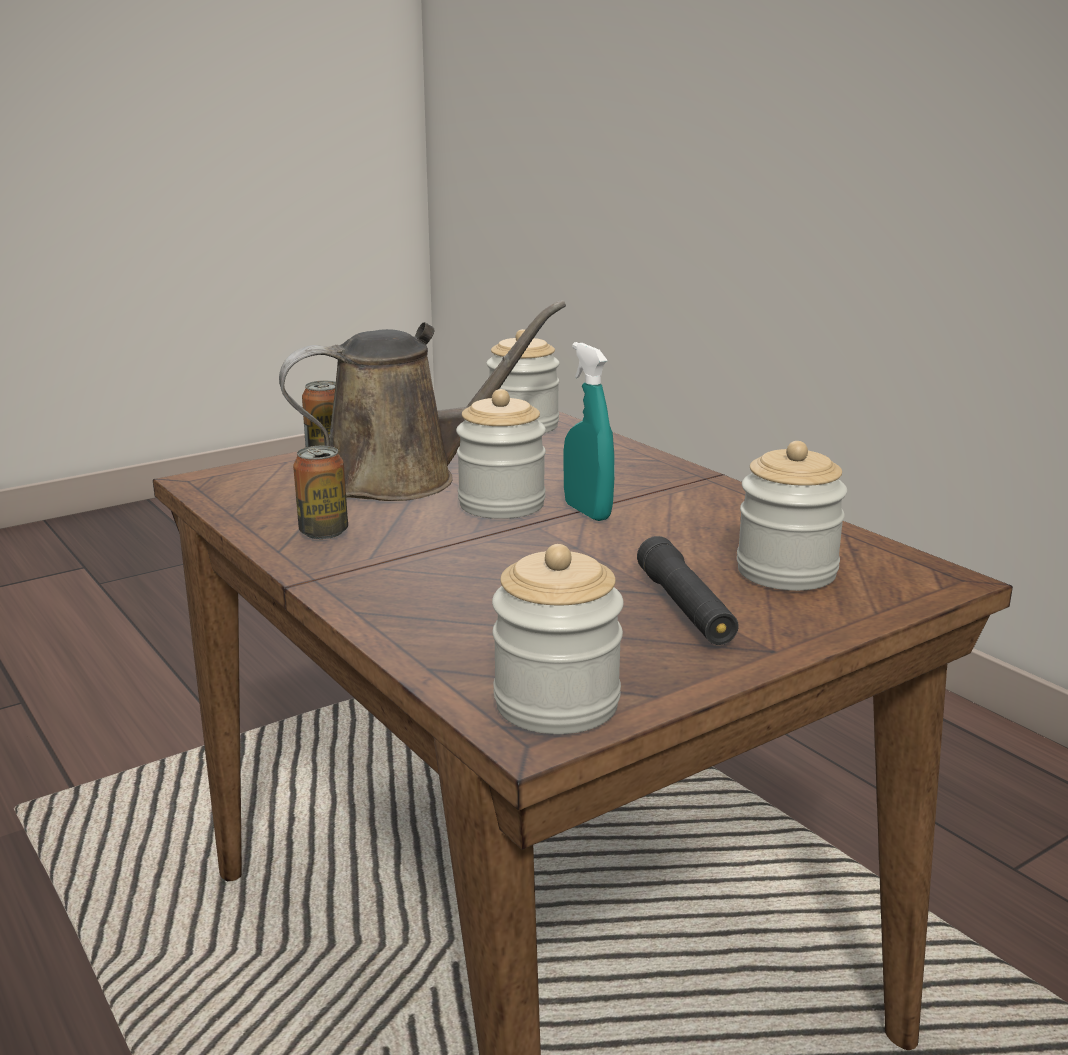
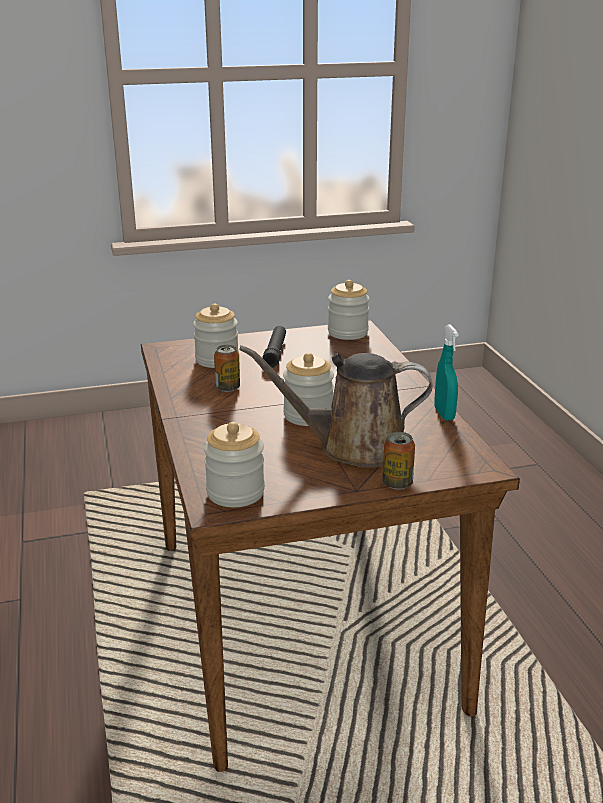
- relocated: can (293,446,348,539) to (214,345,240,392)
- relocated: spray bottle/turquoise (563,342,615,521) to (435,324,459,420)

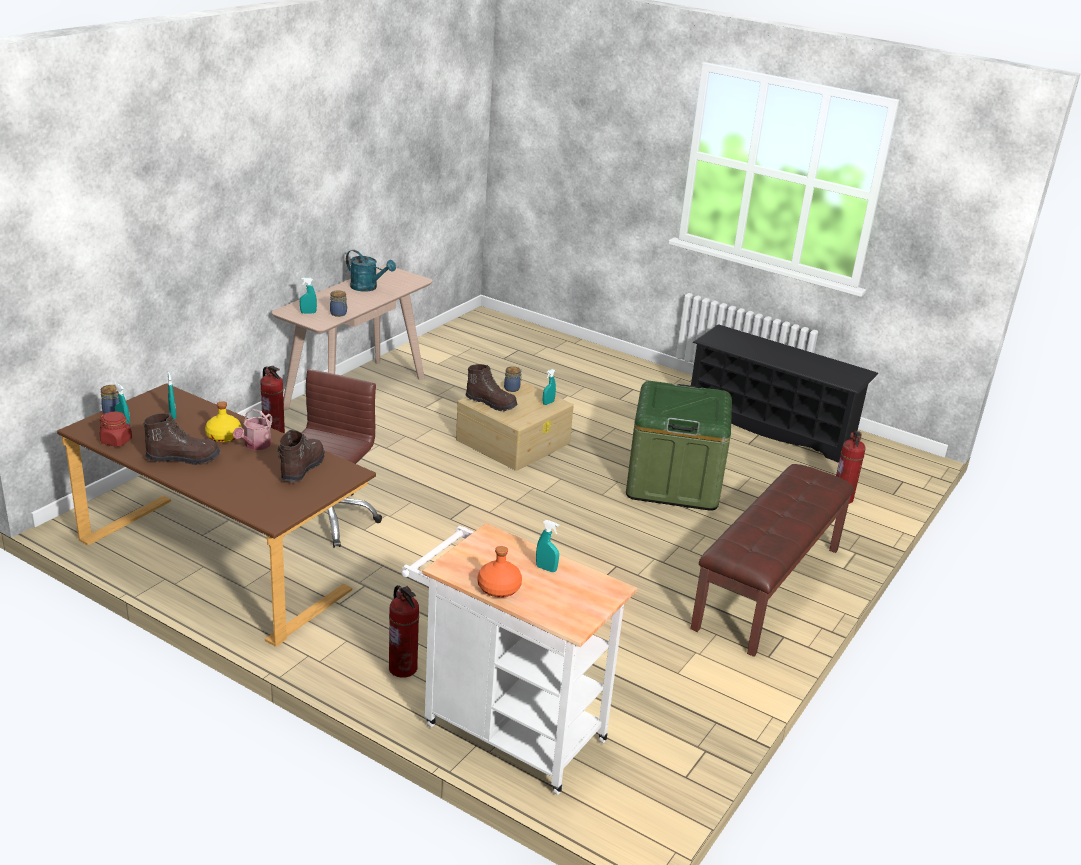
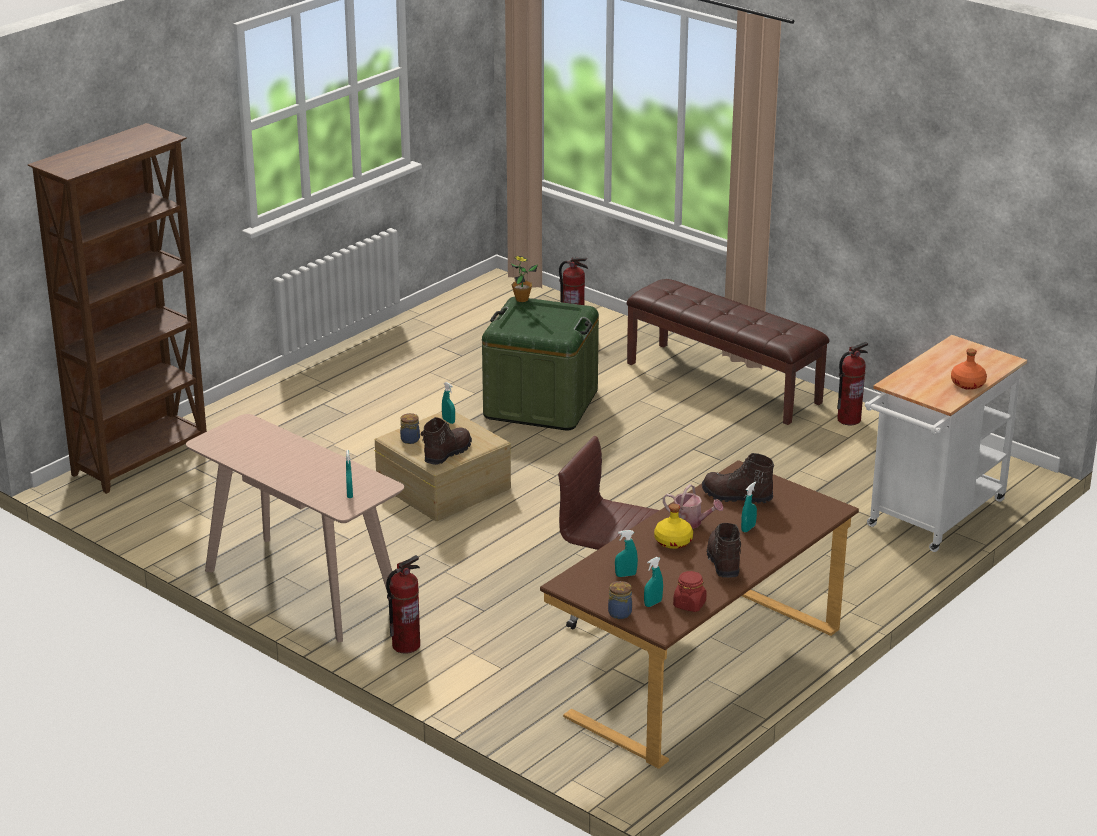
- appeared: bookshelf/brown-coloured (28,123,207,494)
- appeared: houseplant (511,256,538,302)
- relocated: spray bottle/turquoise (536,520,559,572) to (741,482,757,532)
- relocated: extinguisher (389,585,419,678) to (837,342,868,425)
- missing: jar (330,290,347,317)
- missing: watering can/turquoise (346,250,396,291)
- missing: shoe rack/black-coloured (691,324,878,463)

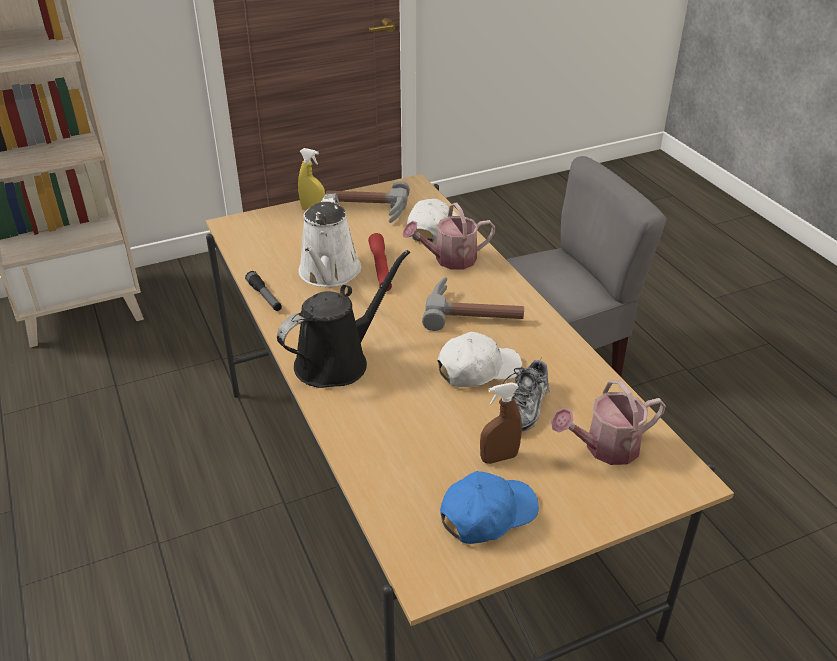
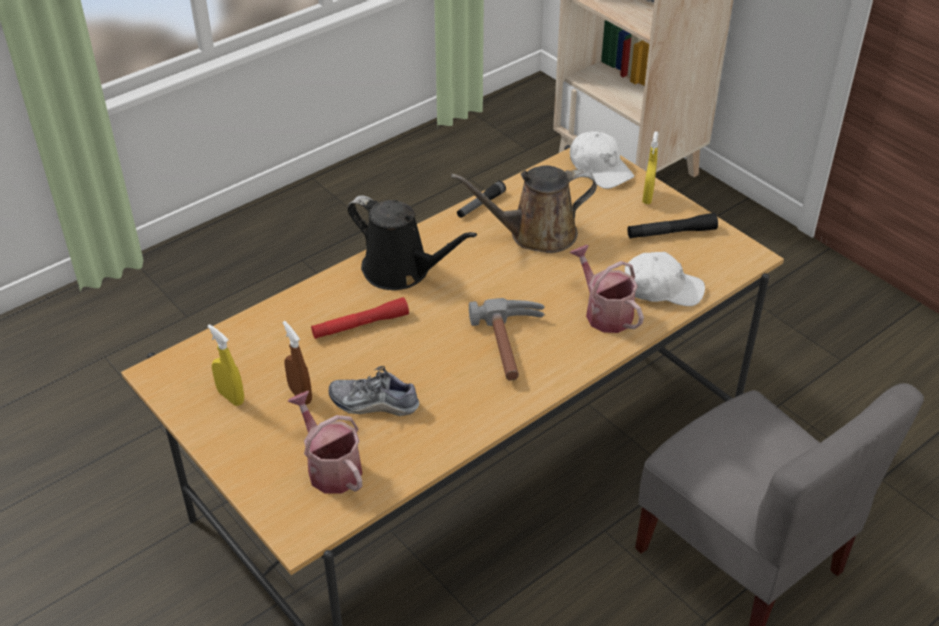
- exchanged: peaked cap/blue-coloured (440,471,539,544) to spray bottle/yellowish (207,324,244,406)
- relocated: torch/red-coloured (368,233,392,291) to (311,297,409,339)
- colour: watering can/white (298,194,361,287) to watering can/brown-coloured (451,165,597,253)
- relocated: peaked cap/white (437,331,522,387) to (570,131,634,189)
- exchanged: hand hammer (326,181,410,223) to torch/black-coloured (628,213,718,239)

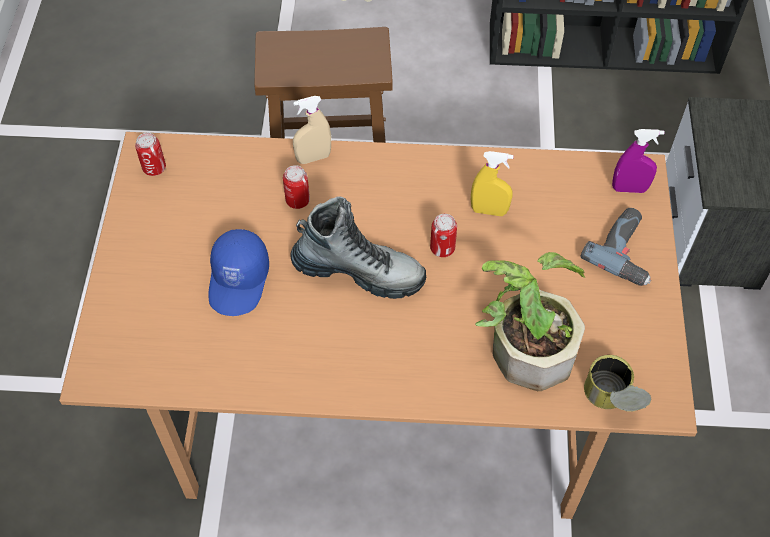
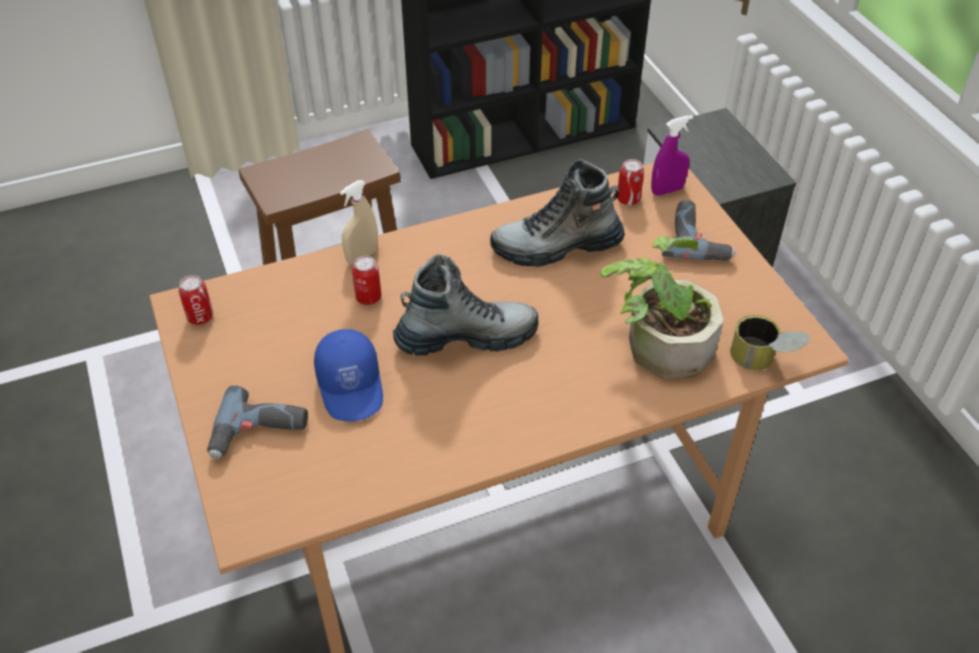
- appeared: drill (207,386,308,460)
- exchanged: spray bottle/yellowish (471,151,514,216) to boot (490,159,625,267)
- relocated: can (430,214,457,257) to (617,159,644,205)

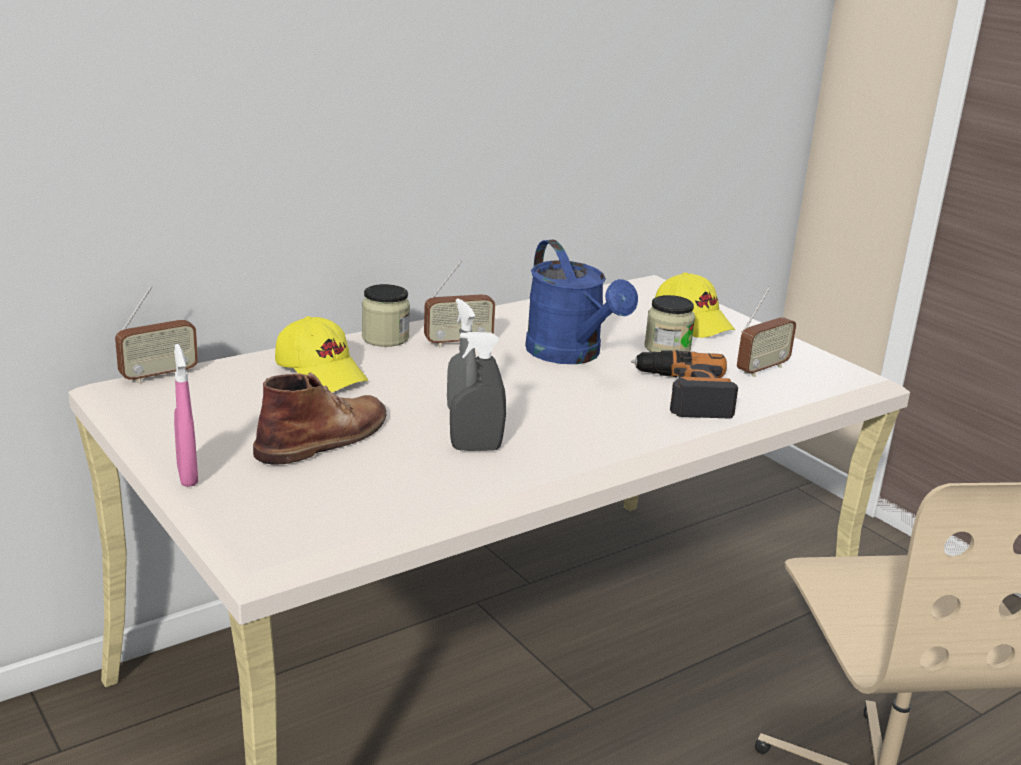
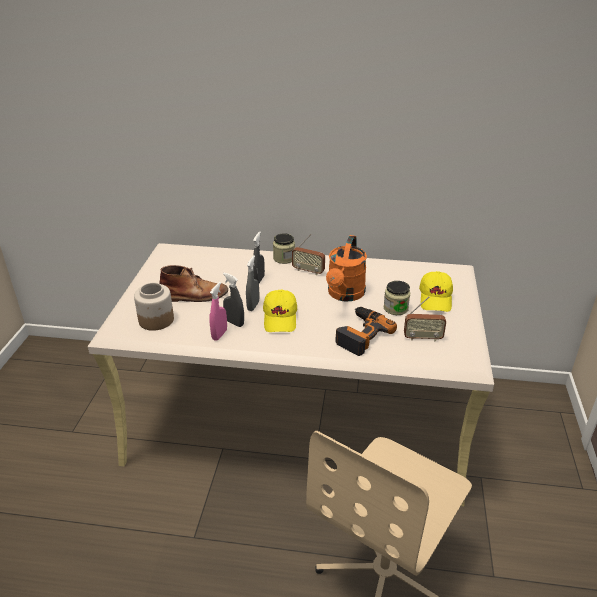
- appeared: jar (134,283,174,331)
- relocated: spray bottle/pink-coloured (174,344,198,487) to (210,282,227,341)
- appeared: spray bottle/greyish (253,231,265,283)
- relocated: peaked cap/yellowish (275,316,368,392) to (263,290,297,332)
- colour: watering can/blue-coloured (525,240,638,364) to watering can/orange-coloured (326,235,367,302)
- missing: radio set (115,285,198,384)

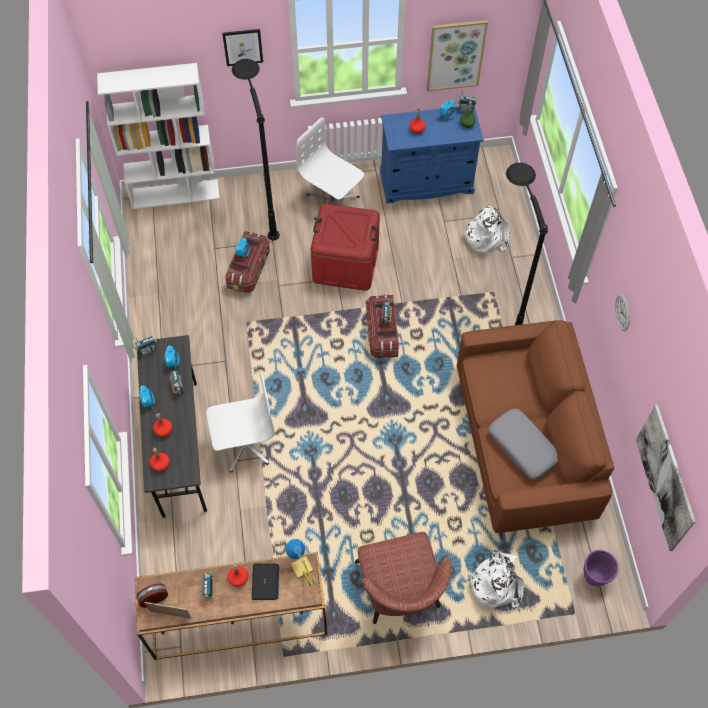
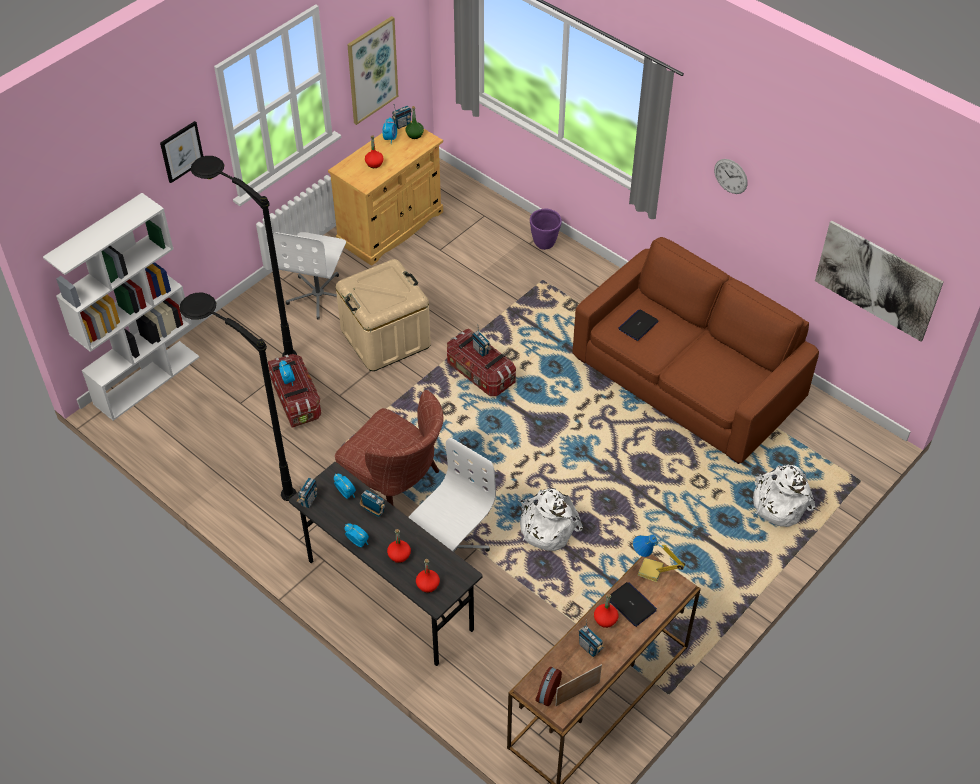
- relocated: floor lamp/black-coloured (506,163,548,325) to (179,293,297,501)
- spun: computer chair/white (296,117,364,220) = (273,232,346,320) 75 degrees counterclockwise
- colour: cabinet/blue-coloured (380,106,484,204) to cabinet/sand-coloured (328,121,443,266)
- relocated: armchair/brown-coloured (355,532,452,624) to (335,390,444,505)
- colour: storage container/red-coloured (311,204,380,291) to storage container/sand-coloured (336,259,431,371)
- relocated: knapsack/white (461,206,509,253) to (520,488,583,551)
- relocated: flower pot/purple-coloured (584,550,619,586) to (530,208,562,250)
- appeared: laptop (618,310,659,341)
- missing: cushion/greyish (488,409,558,480)

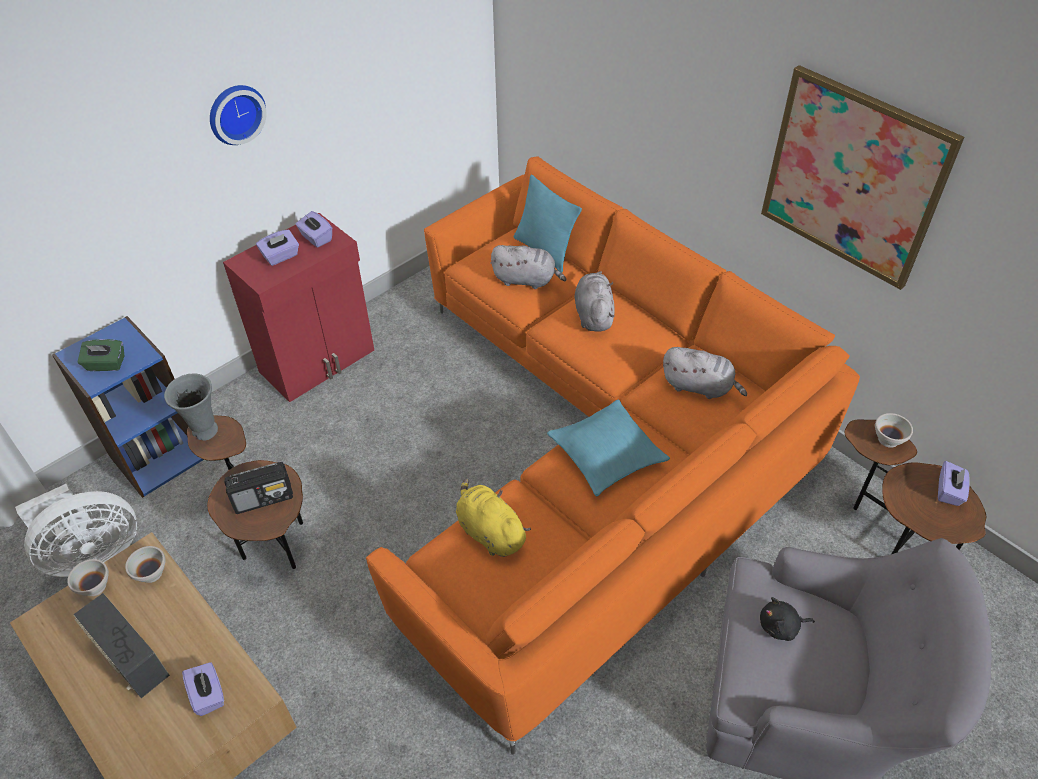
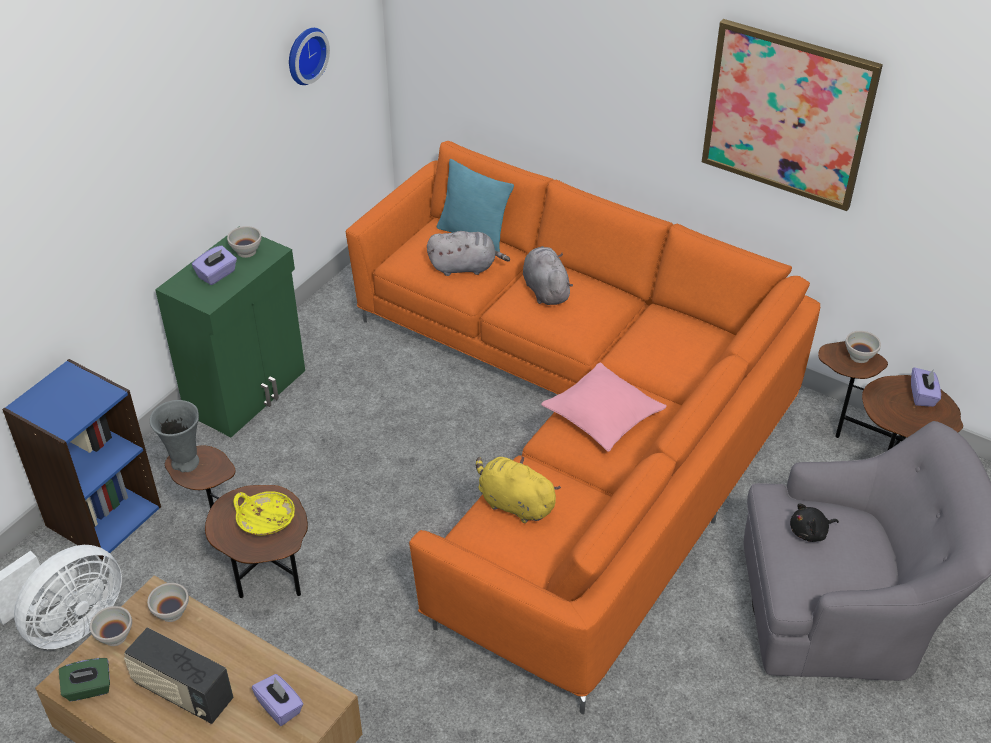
- relocated: box of tissues/green (78,339,124,371) to (59,658,110,701)
- colour: cabinet/red-coloured (223,213,374,402) to cabinet/green (155,235,305,437)
- exchanged: box of tissues/purple-coloured (296,211,332,248) to serving bowl/white (227,226,262,258)
- exchanged: radio set (224,462,293,514) to serving bowl/yellowish (234,491,295,536)
- relocated: clock on the wall (210,85,266,145) to (289,28,330,85)
- colour: cushion/turquoise (547,400,670,496) to cushion/pink-coloured (541,362,667,452)
- missing: cuddly toy/greyish (663,347,747,399)

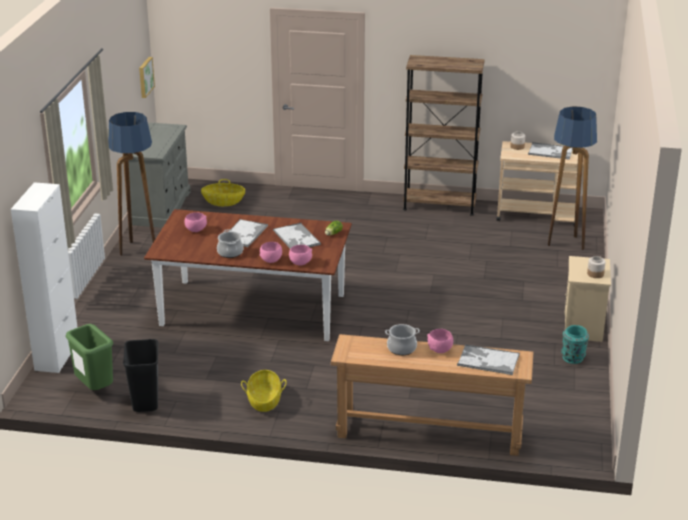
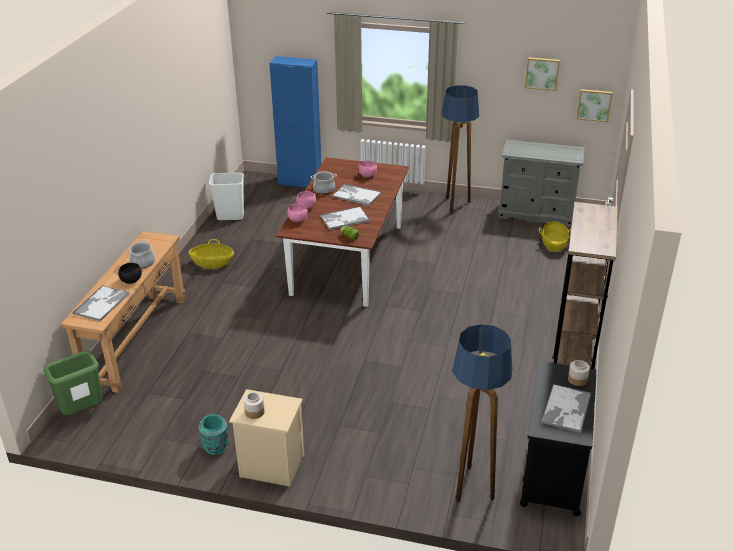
- relocated: waste bin/green (66,324,113,390) to (44,351,103,415)
- colour: serving bowl/pink-coloured (427,329,453,353) to serving bowl/black-coloured (118,263,142,284)
- colour: waste bin/black-coloured (123,339,158,412) to waste bin/white (209,173,244,220)
- colour: cabinet/white (11,182,78,373) to cabinet/blue-coloured (269,56,321,188)
- colour: cart/sand-coloured (497,141,584,223) to cart/black-coloured (520,361,597,516)
- appeared: wall art (525,57,560,91)

